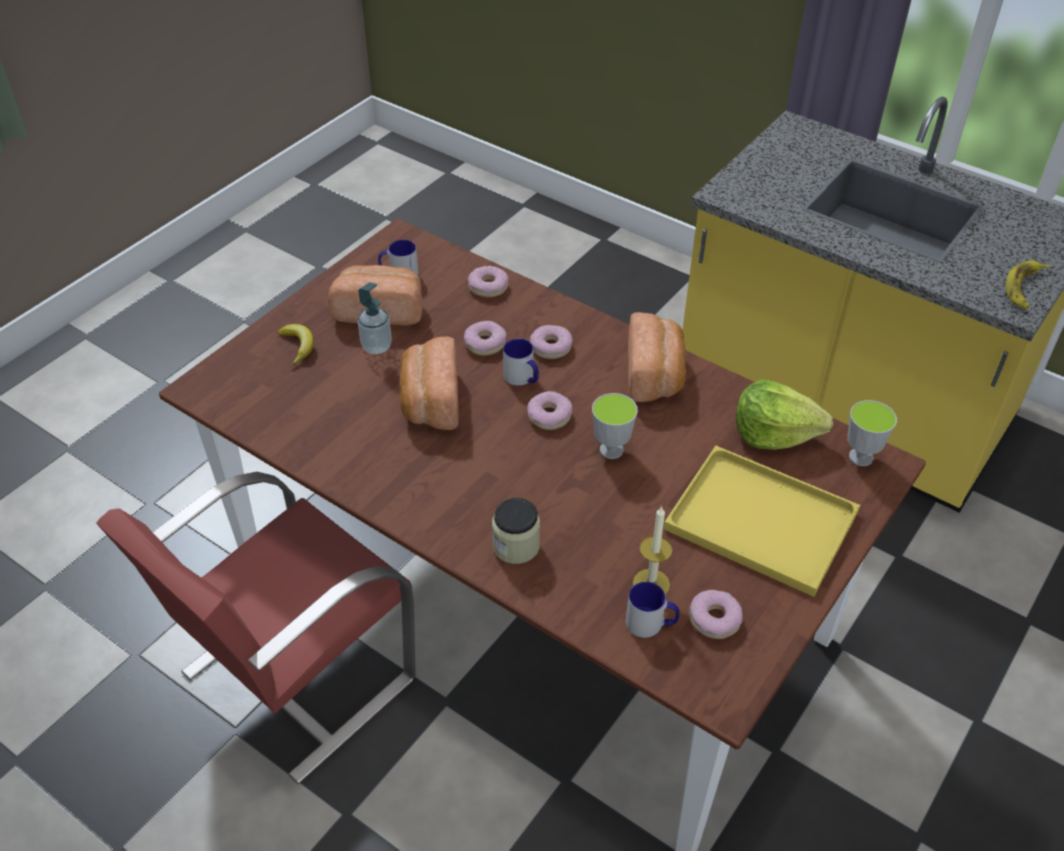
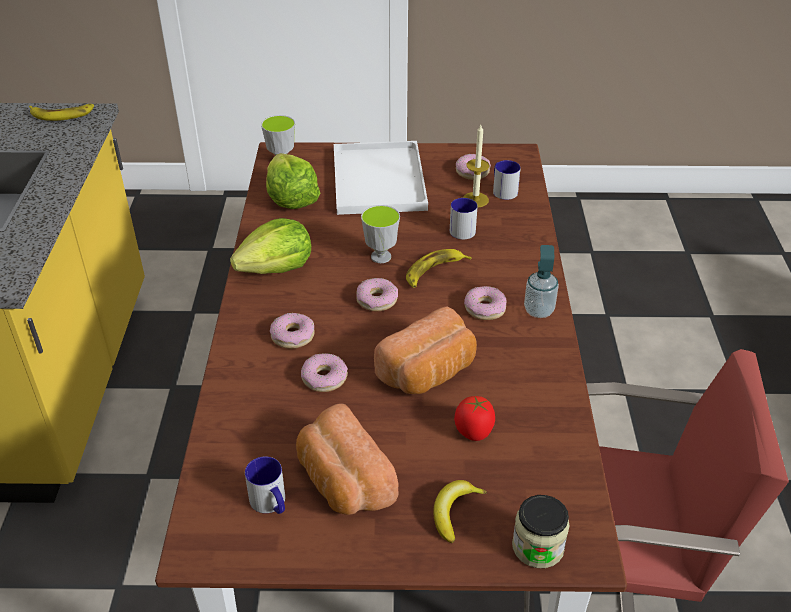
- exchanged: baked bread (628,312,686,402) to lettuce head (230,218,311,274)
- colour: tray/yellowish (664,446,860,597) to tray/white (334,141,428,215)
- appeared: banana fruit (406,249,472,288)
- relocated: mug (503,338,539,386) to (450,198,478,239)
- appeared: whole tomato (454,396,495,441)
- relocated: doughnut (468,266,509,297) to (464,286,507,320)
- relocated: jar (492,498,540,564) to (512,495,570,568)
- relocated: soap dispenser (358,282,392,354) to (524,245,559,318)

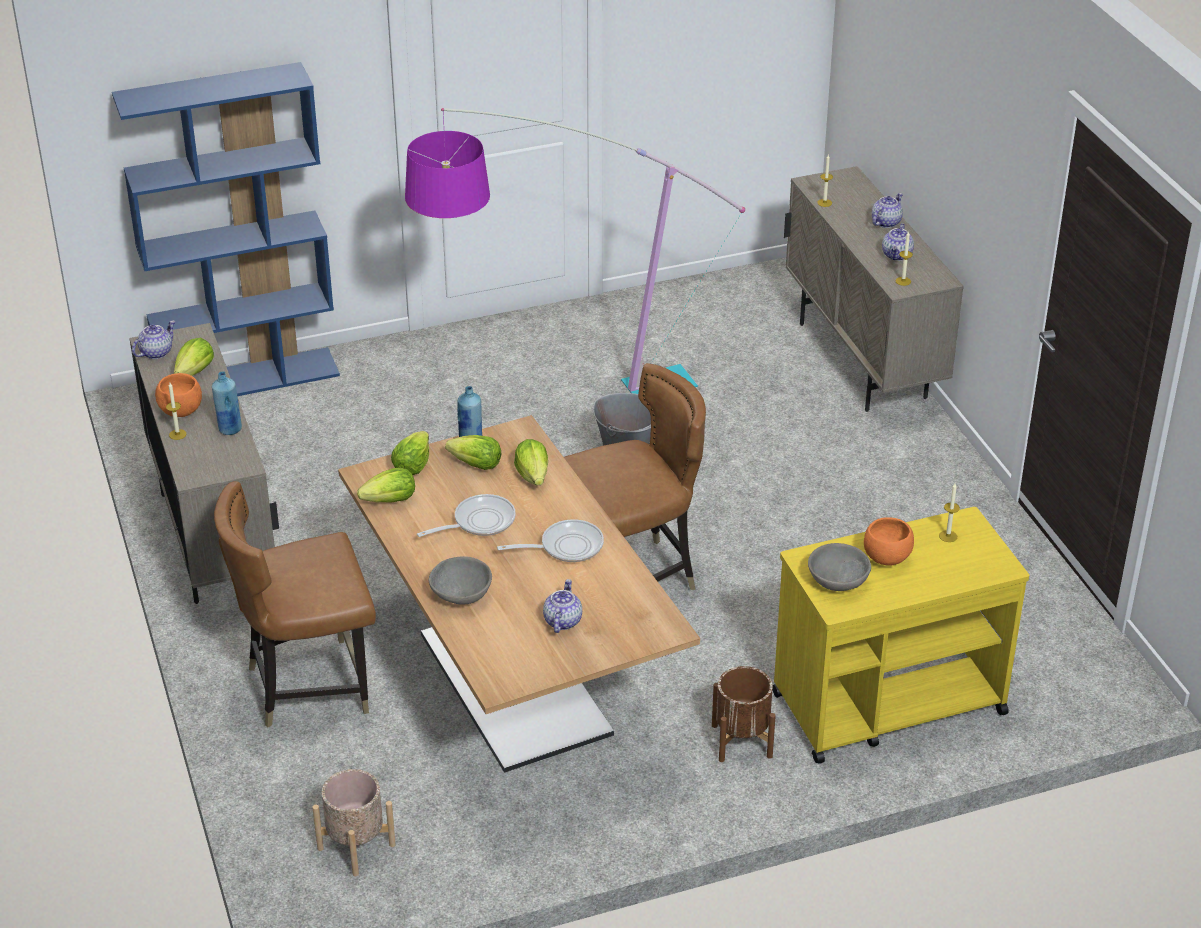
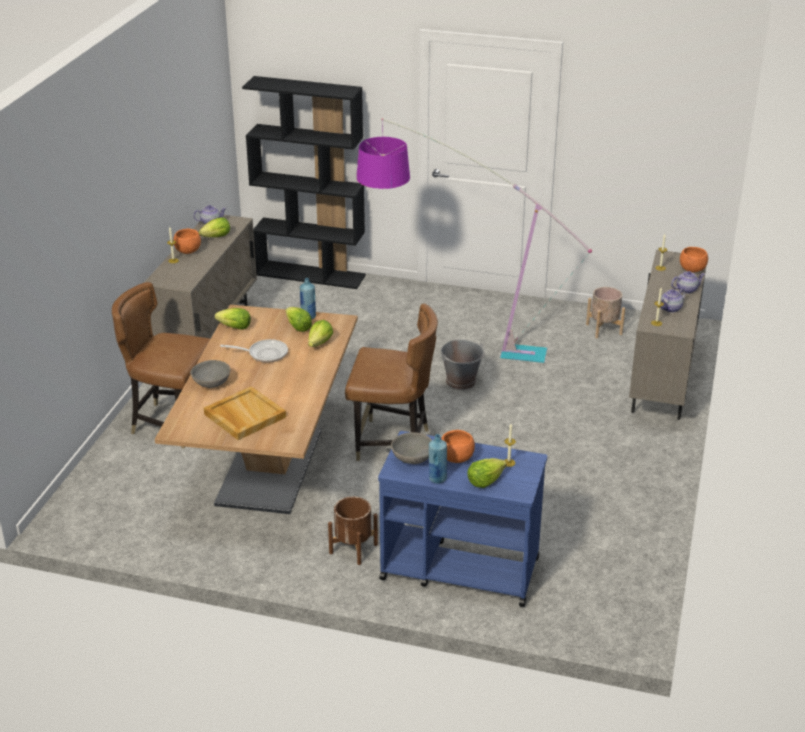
- exchanged: teapot (543,579,582,633) to tray/sand-coloured (204,386,286,440)
- colour: bookshelf/blue-coloured (112,62,340,396) to bookshelf/black-coloured (242,76,366,289)
- colour: cart/yellowish (773,507,1029,764) to cart/blue-coloured (378,431,547,607)
- relocated: drink bottle/blue-coloured (212,371,242,435) to (429,434,447,483)
- relocated: lettuce head (391,431,429,475) to (467,458,506,488)
- relocated: flower pot/sand-coloured (312,769,396,876) to (586,287,625,338)
- appeared: serving bowl/orange-coloured (680,247,708,272)
- missing: pan (497,519,604,562)

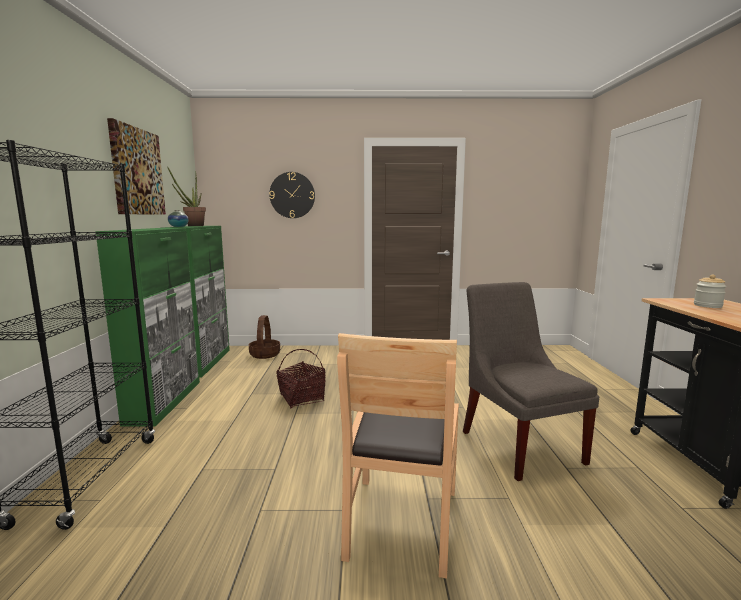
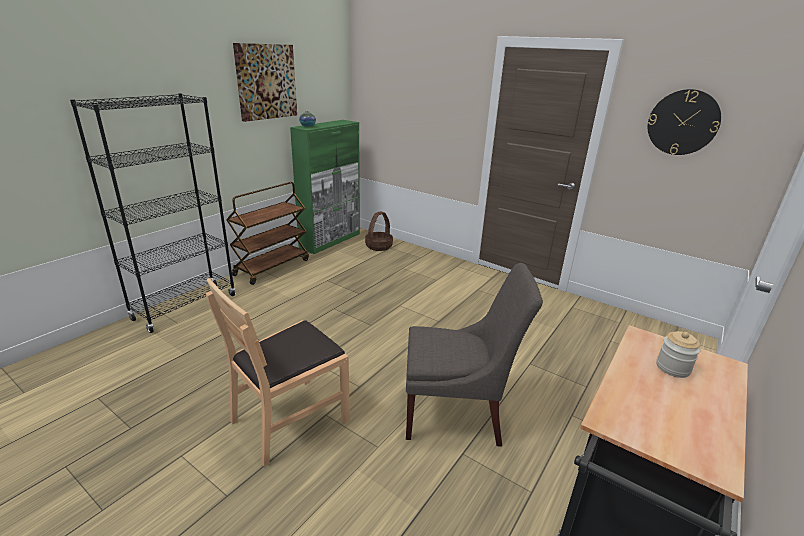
- exchanged: cabinet/green (95,228,200,427) to cart/brown-coloured (226,182,309,285)
- spun: upright chair/greyish (463,282,599,481) = (406,263,543,447) 75 degrees clockwise
- relocated: clock on the wall (269,172,315,218) to (648,89,721,155)
- missing: houseplant (167,166,206,226)
- missing: basket (277,349,326,408)

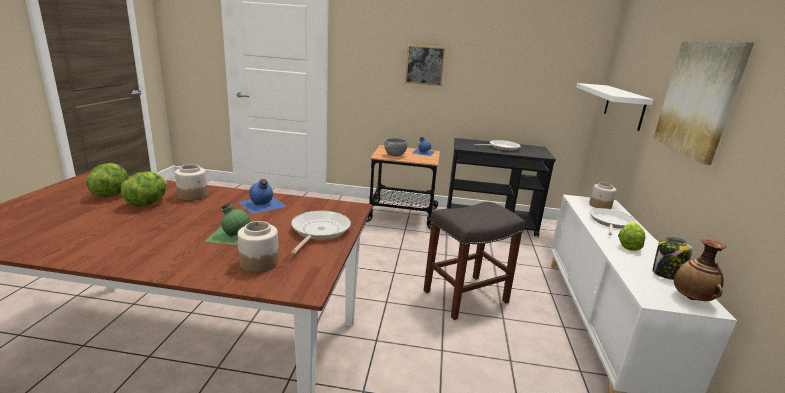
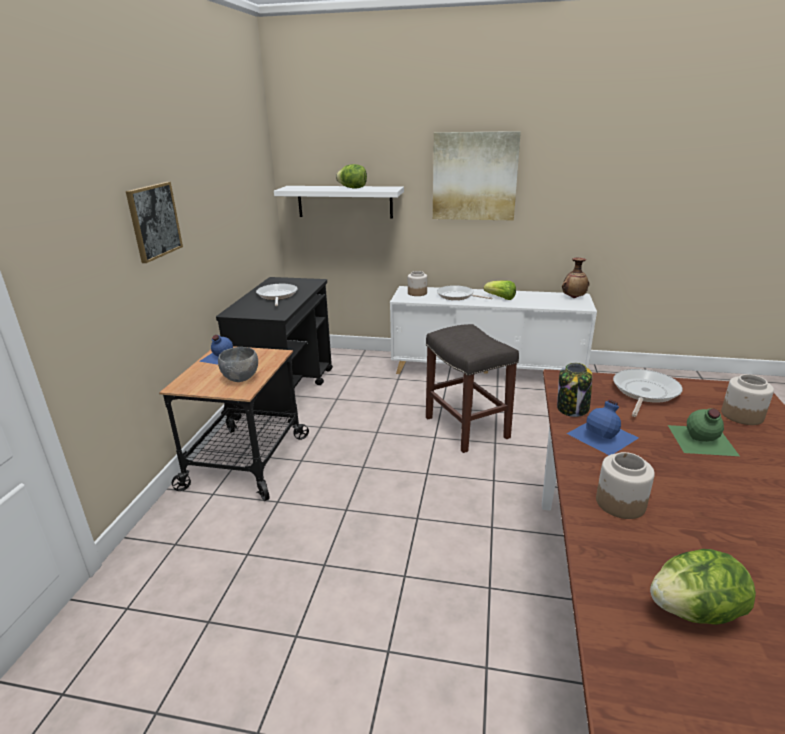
- relocated: lettuce head (121,172,167,207) to (336,164,367,189)
- relocated: jar (652,237,692,280) to (557,363,592,417)
- spun: pan (291,211,351,254) = (613,369,683,417) 105 degrees clockwise

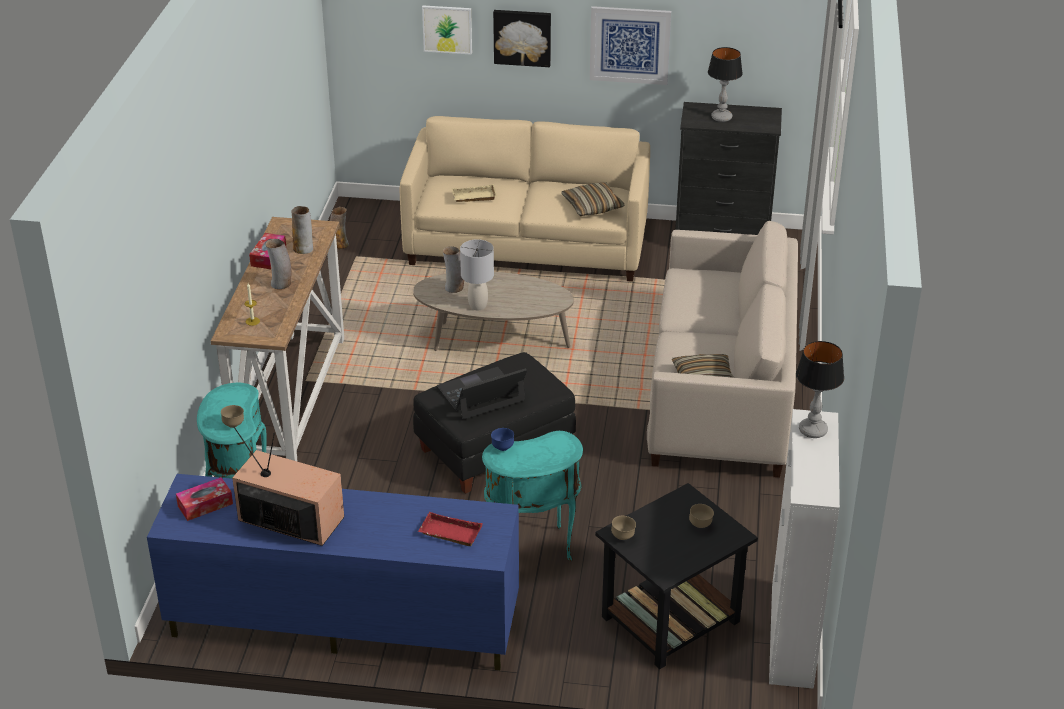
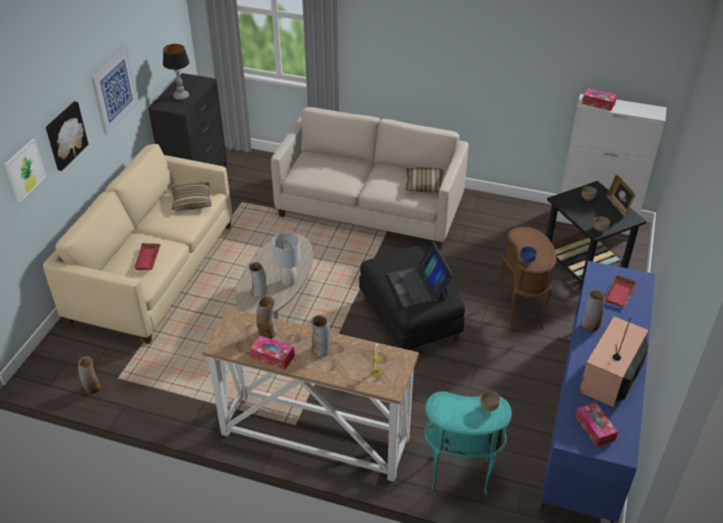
- colour: tray/sand-coloured (452,184,497,202) to tray/red-coloured (134,243,160,270)
- colour: accent table/turquoise (482,431,583,561) to accent table/brown-coloured (497,227,556,332)
- exchanged: table lamp (796,341,844,438) to box of tissues (582,88,617,111)
- appeared: vase (582,290,605,332)
- appeared: photo frame (606,175,635,217)

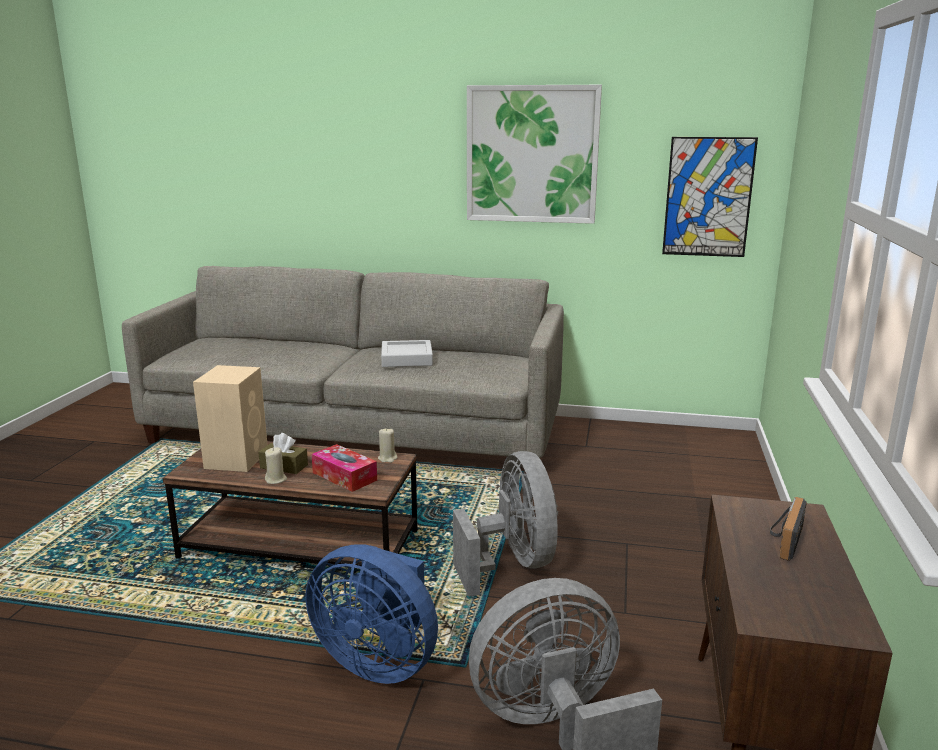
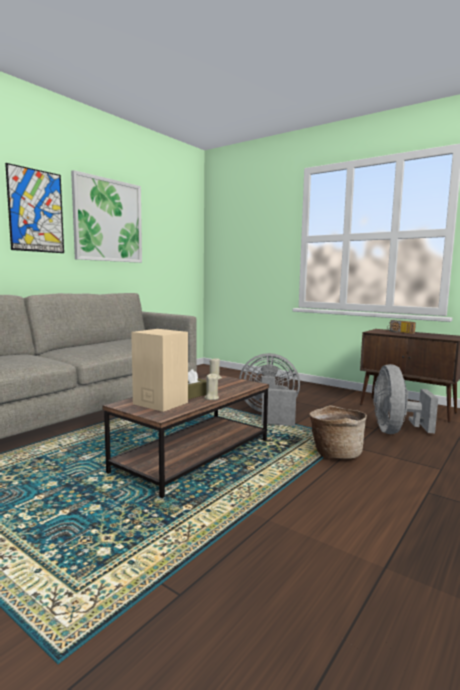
- relocated: wall art (662,137,758,257) to (5,163,64,253)
- exchanged: cooling fan/blue-coloured (306,544,438,684) to basket (309,405,367,459)
- missing: box of tissues (311,444,377,492)
- missing: tray/greyish (381,340,433,367)

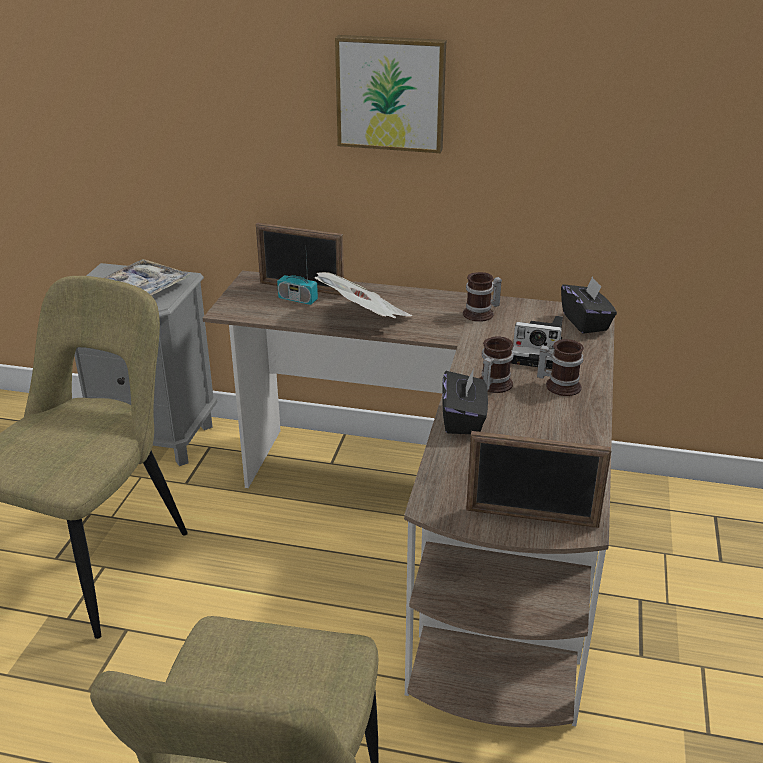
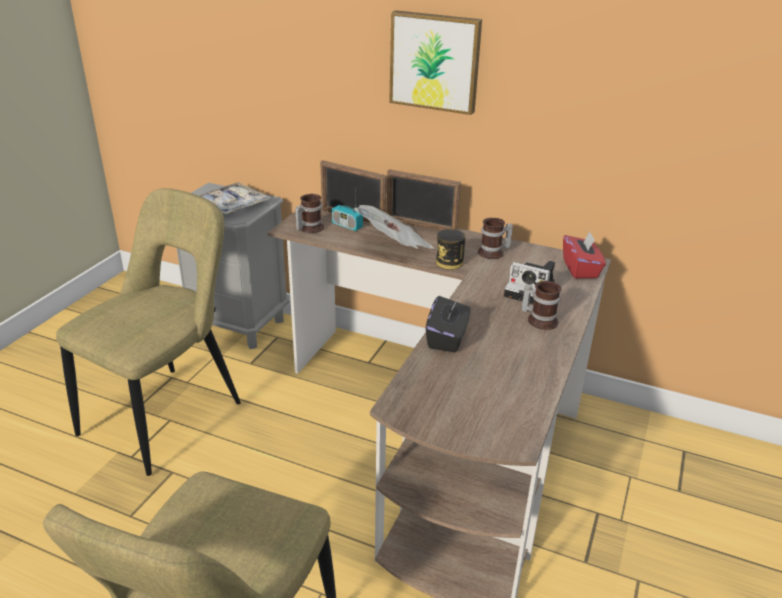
- relocated: mug (479,336,514,393) to (295,194,324,233)
- relocated: photo frame (466,431,612,528) to (387,169,461,231)
- appeared: can (436,229,466,270)
- colour: box of tissues/black-coloured (561,276,617,334) to box of tissues/red-coloured (563,231,606,279)

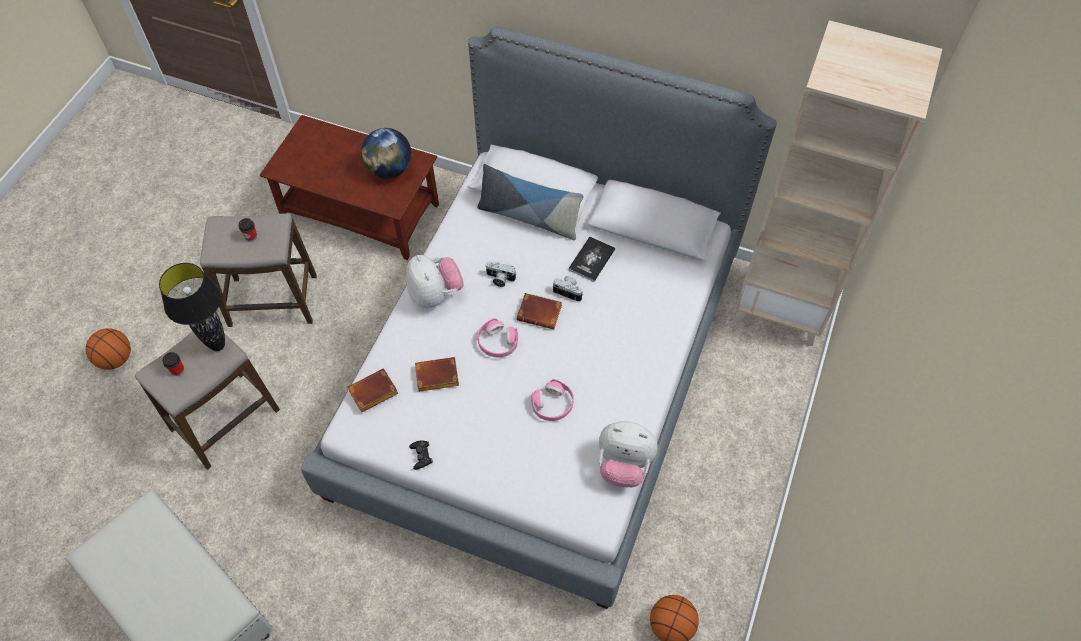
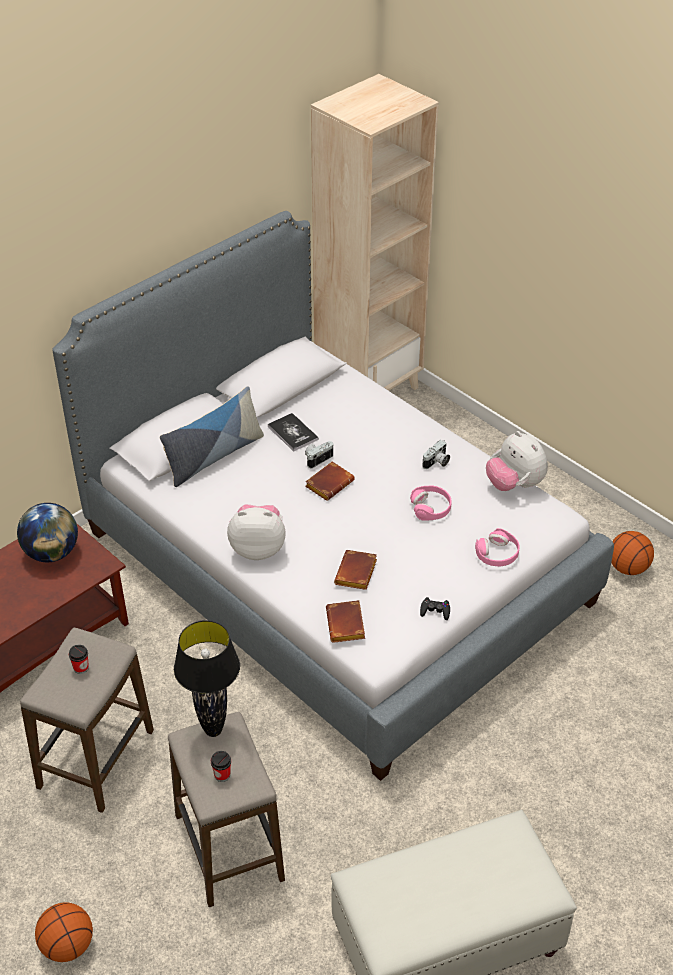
- relocated: photo camera (486,261,516,287) to (422,440,450,469)
- relocated: headset/pink-coloured (477,318,518,358) to (475,528,520,566)
- spun: cuddly toy (599,421,658,487) = (486,431,548,491) 105 degrees clockwise

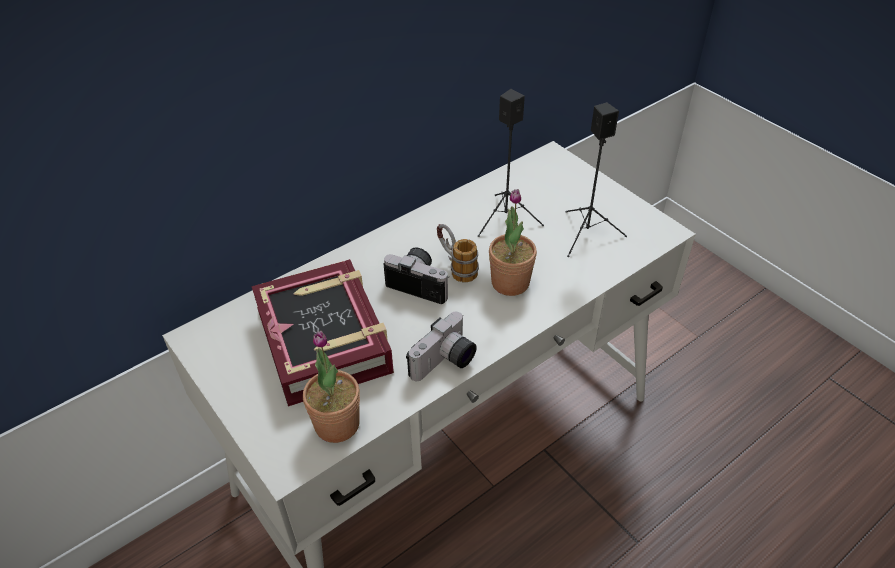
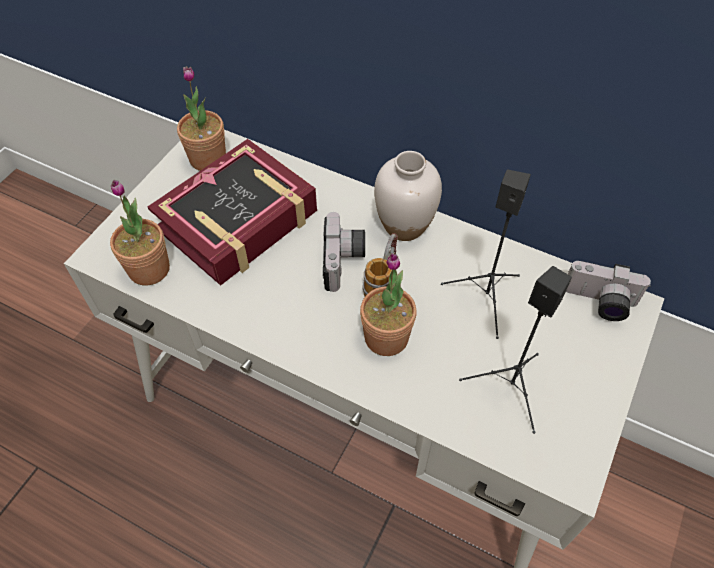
- appeared: houseplant (177,66,226,171)
- appeared: vase/white (374,151,442,241)
- relocated: photo camera (406,312,477,381) to (566,261,651,321)

